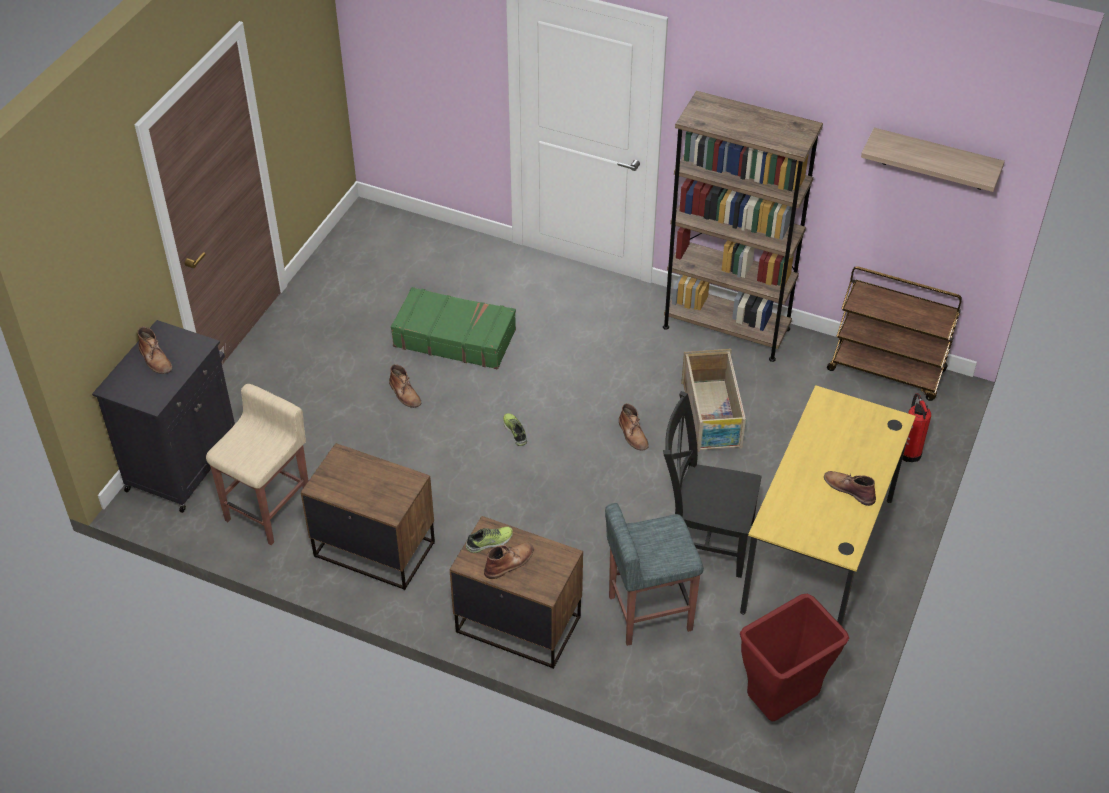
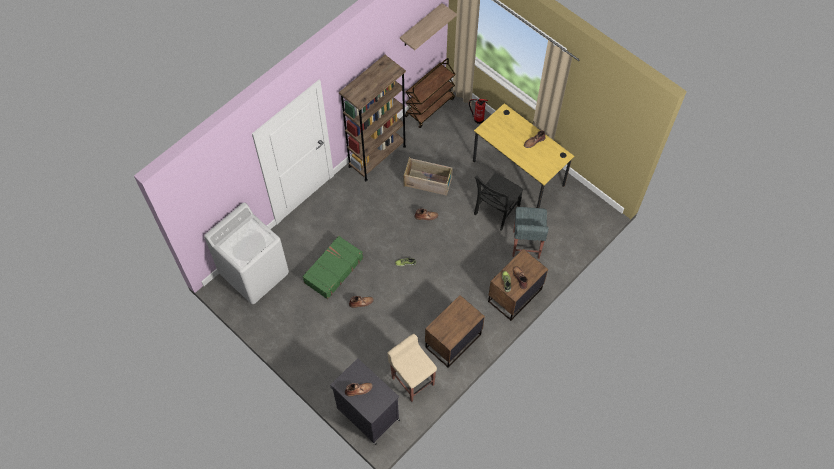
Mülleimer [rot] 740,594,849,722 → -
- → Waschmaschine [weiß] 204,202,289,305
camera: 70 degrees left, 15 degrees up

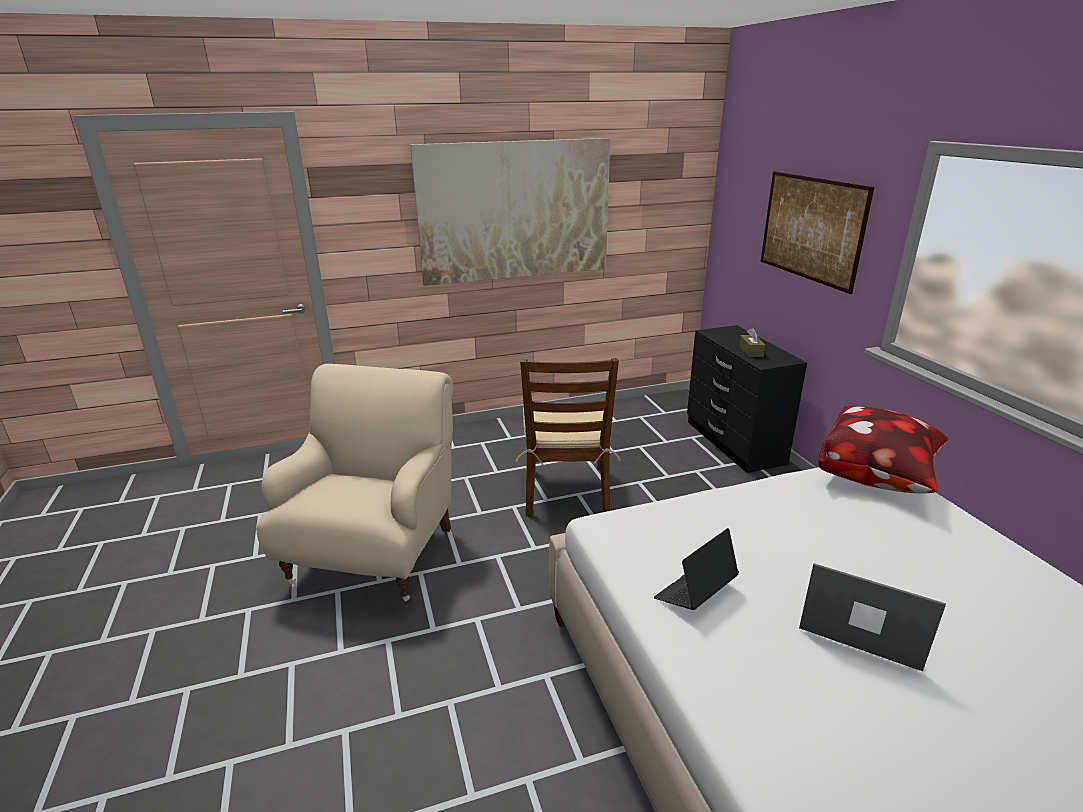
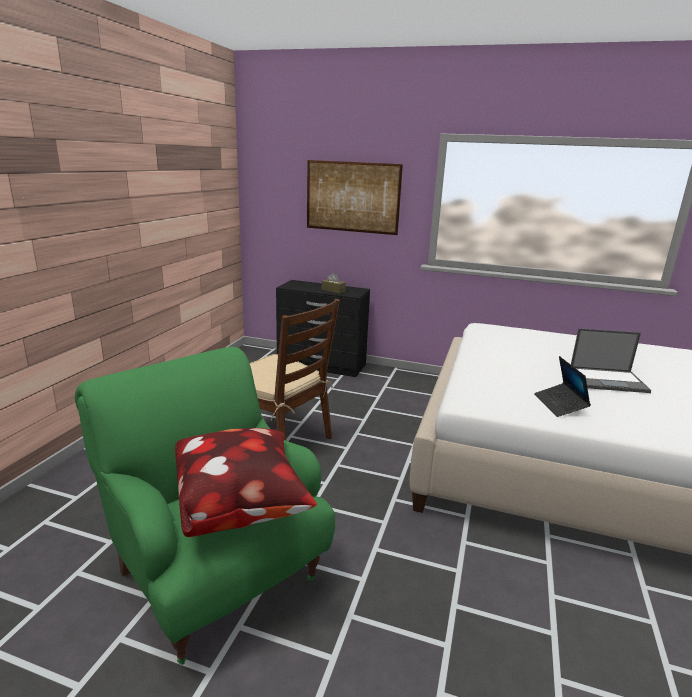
Sessel [beige] 256,364,453,601 → Sessel [grün] 75,347,335,665
Bild 410,138,610,286 → -
Laptop 799,563,946,671 → Laptop 571,328,651,393, 150 degrees counterclockwise
Kissen 818,405,949,493 → Kissen 175,428,317,537, move
camera: 55 degrees left, 5 degrees down

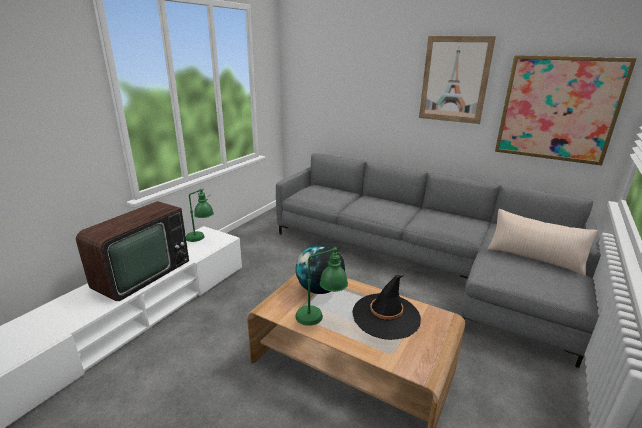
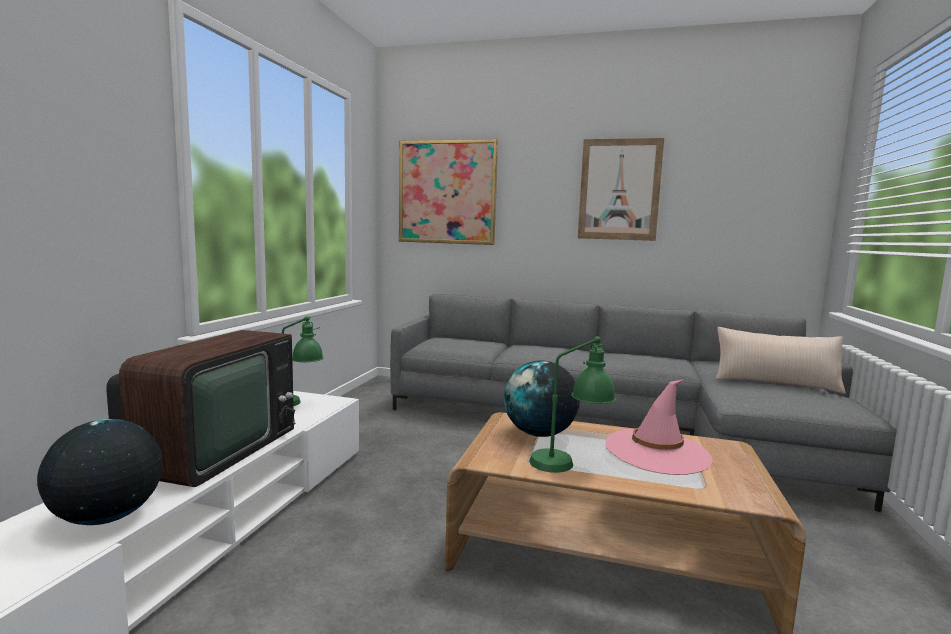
Hut [schwarz] 352,275,421,340 → Hut [rosa] 605,380,713,475
Bild 495,55,637,166 → Bild 399,139,498,245, move
- → Globus 37,419,162,525
camera: 15 degrees left, 15 degrees down

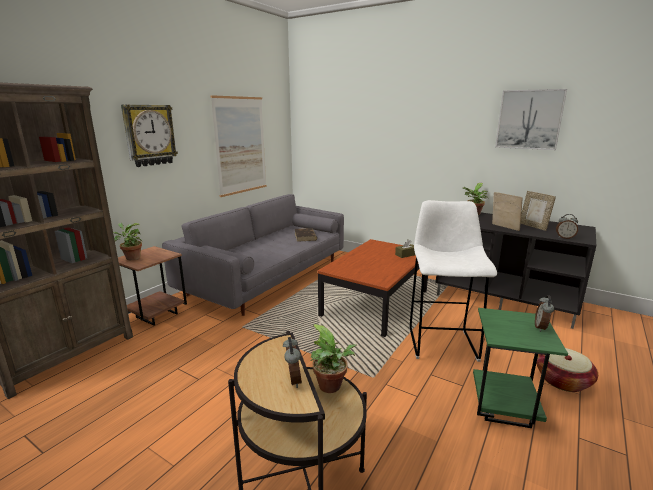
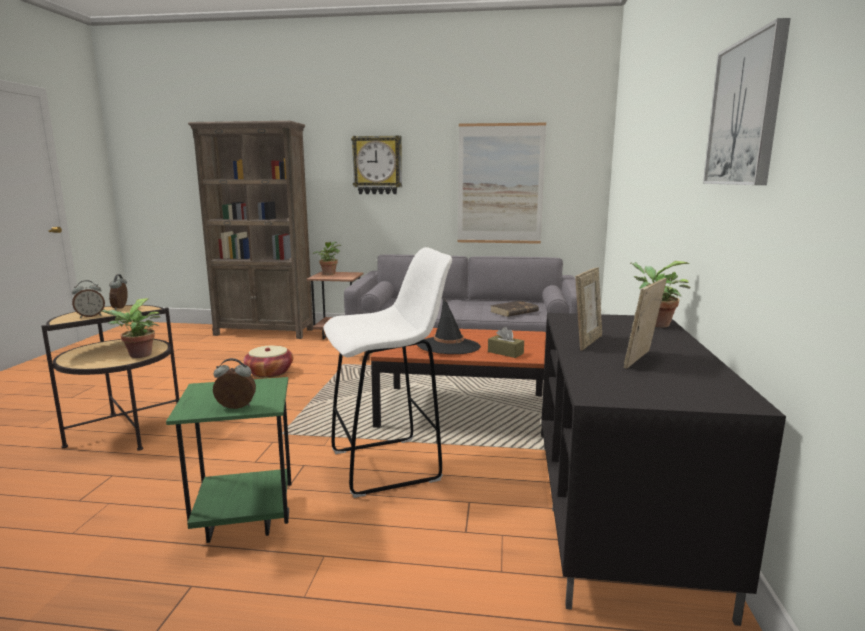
Korb 536,348,598,392 → Korb 243,346,293,378, move
Wecker 556,214,578,239 → Wecker 109,274,128,310, move
- → Hut [schwarz] 417,298,481,354
camera: 65 degrees right, 5 degrees down

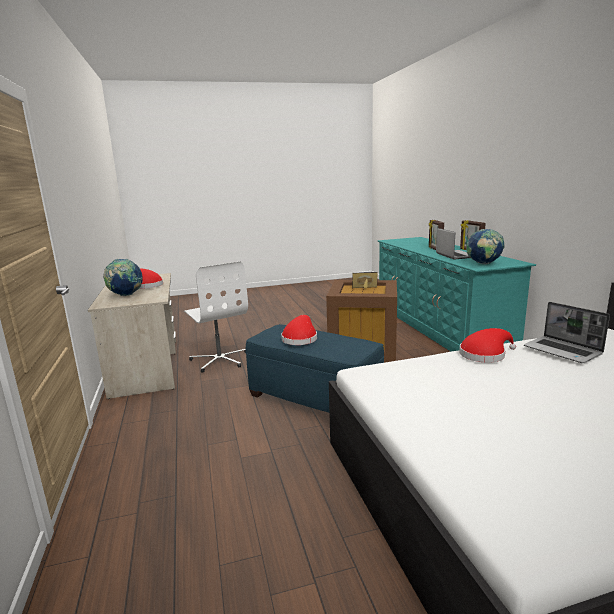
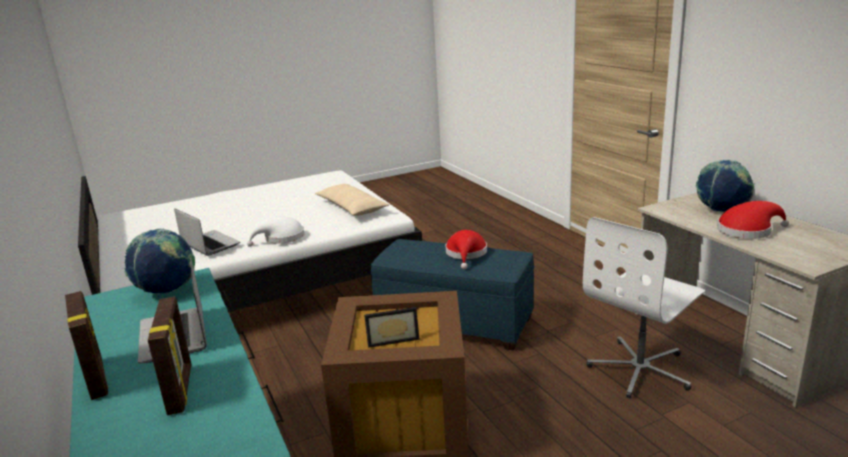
Bürostuhl [weiß] 184,261,248,373 → Bürostuhl [weiß] 583,217,705,398, 90 degrees counterclockwise
Hut [rot] 459,328,516,363 → Hut [weiß] 247,216,304,247
- → Kissen [beige] 315,184,389,216
camera: 170 degrees right, 5 degrees up

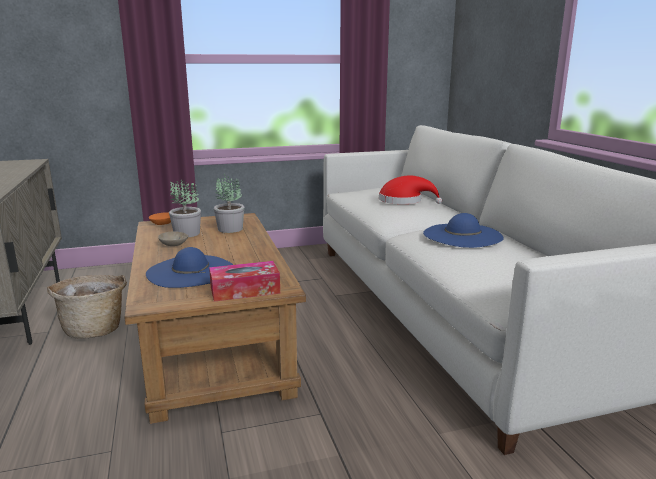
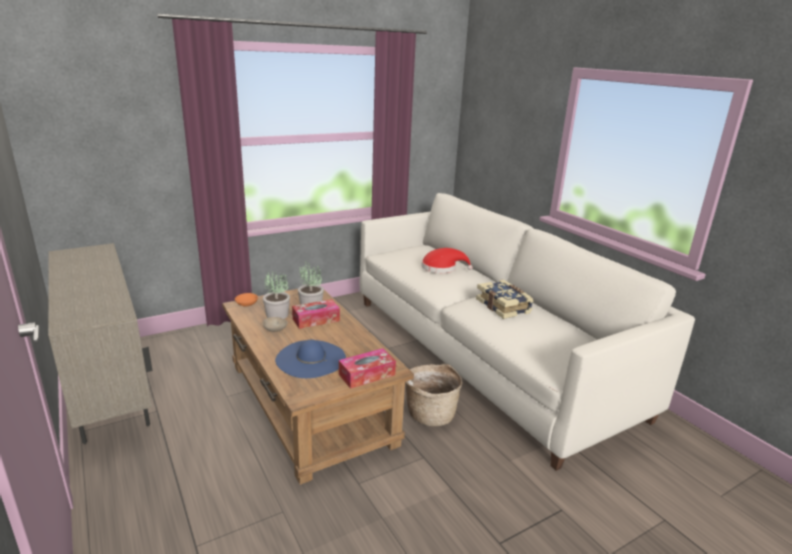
Korb 47,275,127,339 → Korb 405,364,462,427, move
Hut [blau] 423,213,504,248 → Buch 476,280,534,319
- → Taschentuchbox 292,299,340,329
camera: 15 degrees left, 5 degrees up

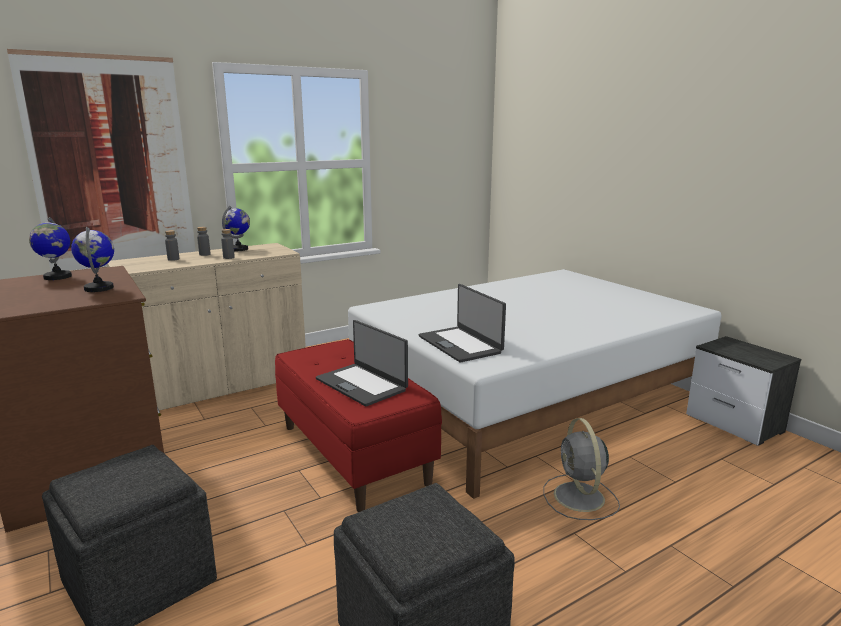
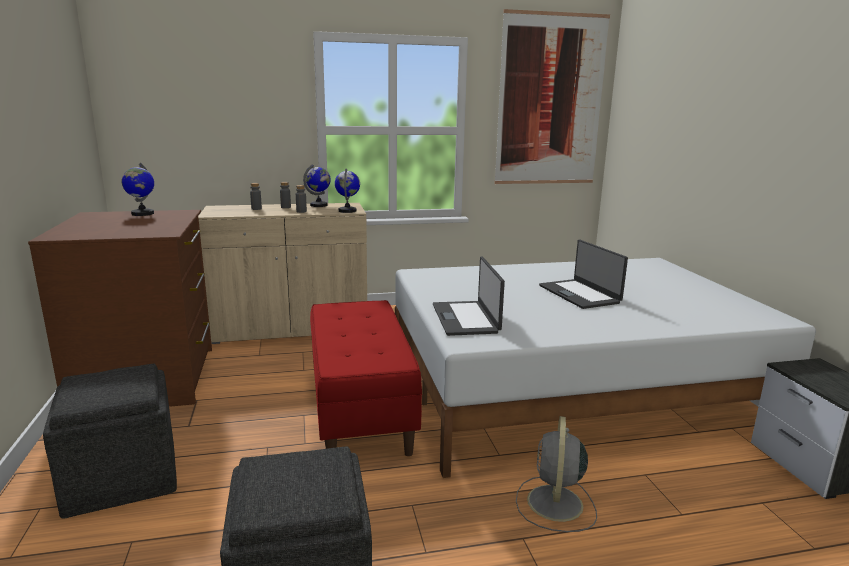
Bild 7,49,196,271 → Bild 494,9,610,184, move
Globus 71,227,114,292 → Globus 335,168,360,213, move
Laptop 316,320,408,406 → Laptop 539,240,628,309, move
camera: 20 degrees right, 0 degrees up

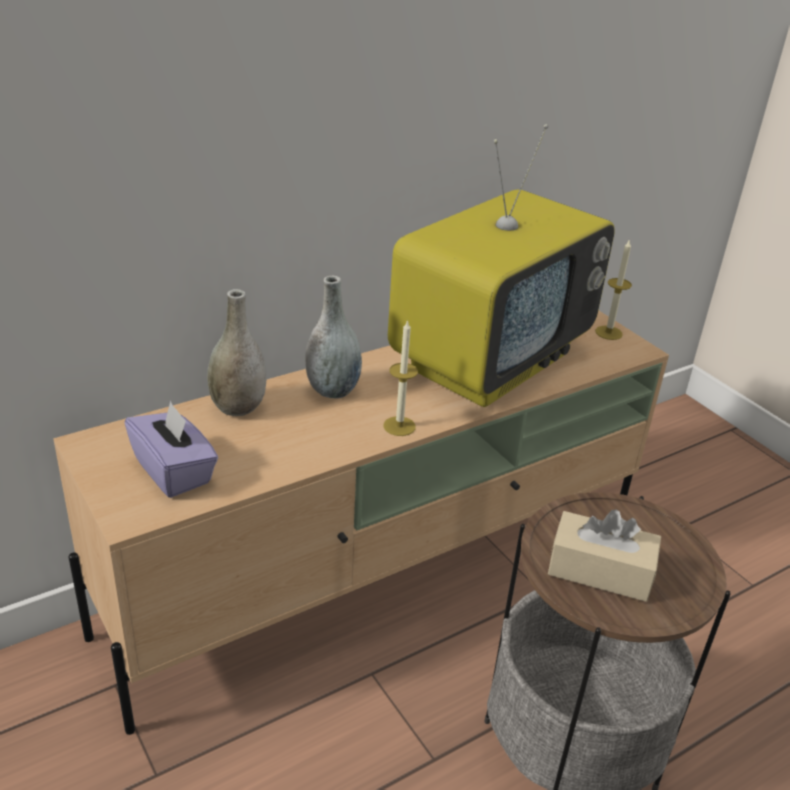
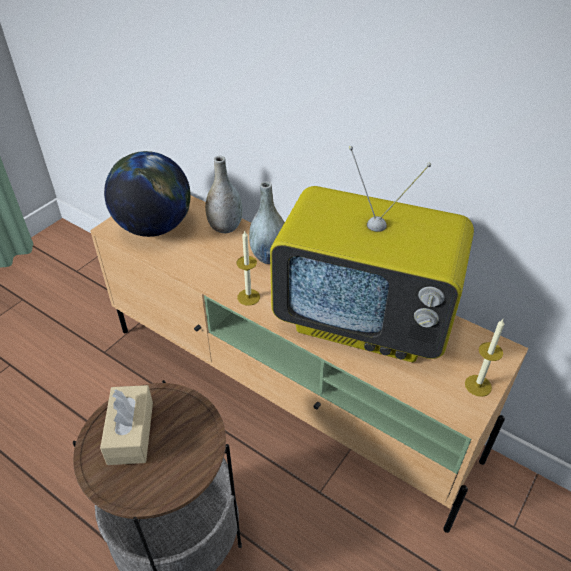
Taschentuchbox [lila] 125,401,218,498 → Globus 104,151,191,237
camera: 70 degrees right, 10 degrees up

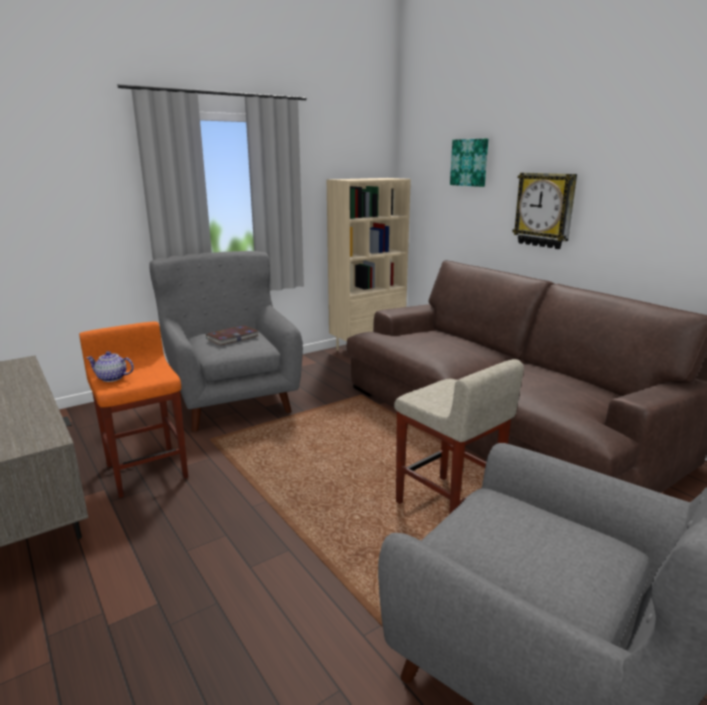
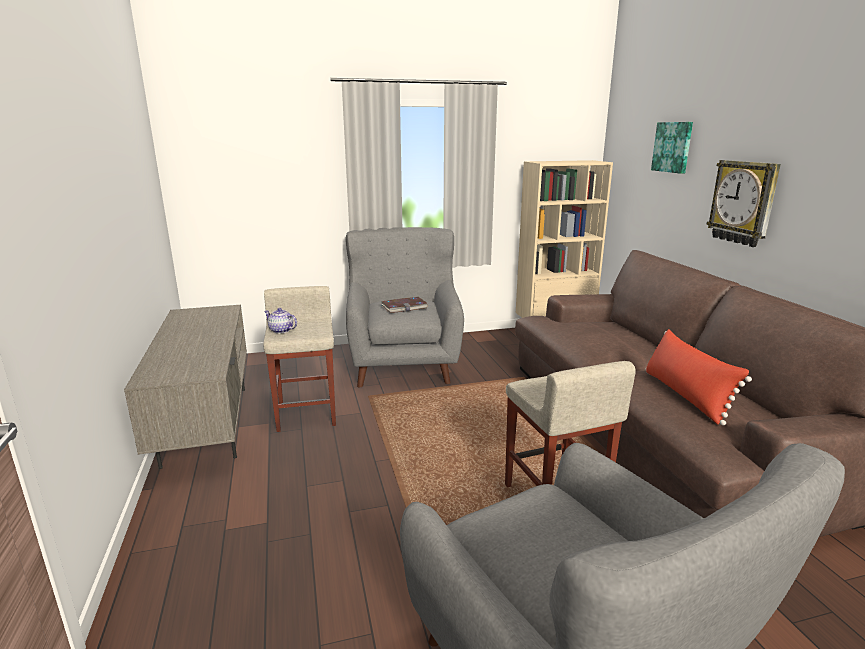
Hocker [orange] 79,322,188,498 → Hocker [beige] 263,286,336,432
- → Kissen [rot] 646,329,752,425
camera: 20 degrees right, 0 degrees up

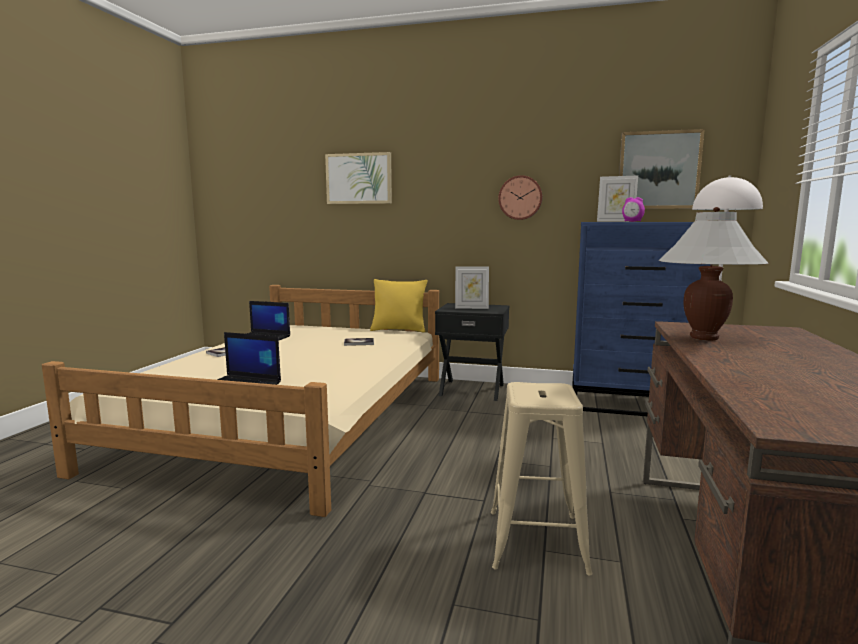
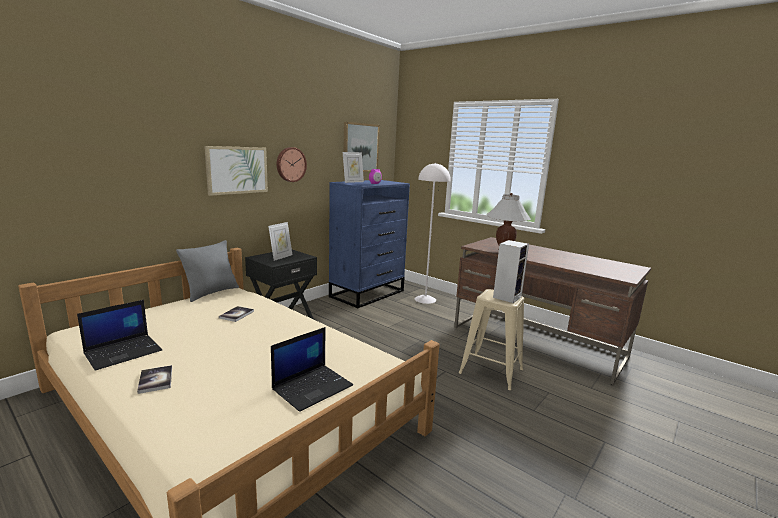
Bild 325,152,392,204 → Bild 204,146,268,196, move
Kissen [gelb] 370,279,427,332 → Kissen [grau] 176,240,239,302
- → Lautsprecher 493,240,529,303
camera: 65 degrees left, 5 degrees up

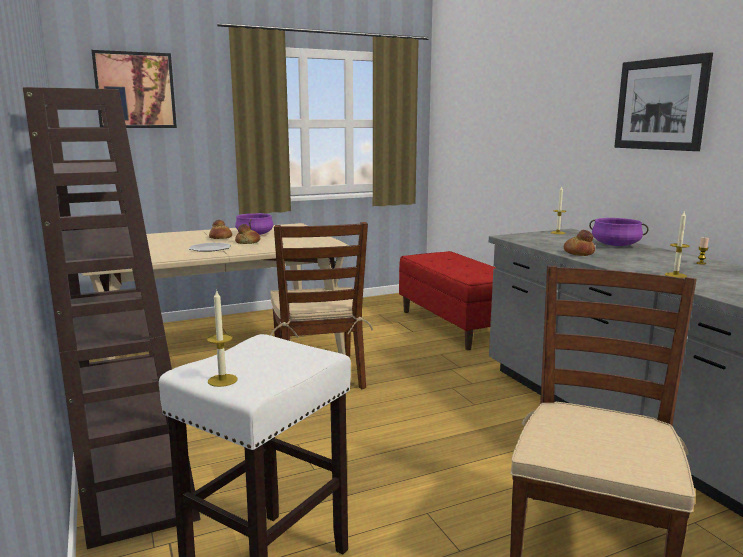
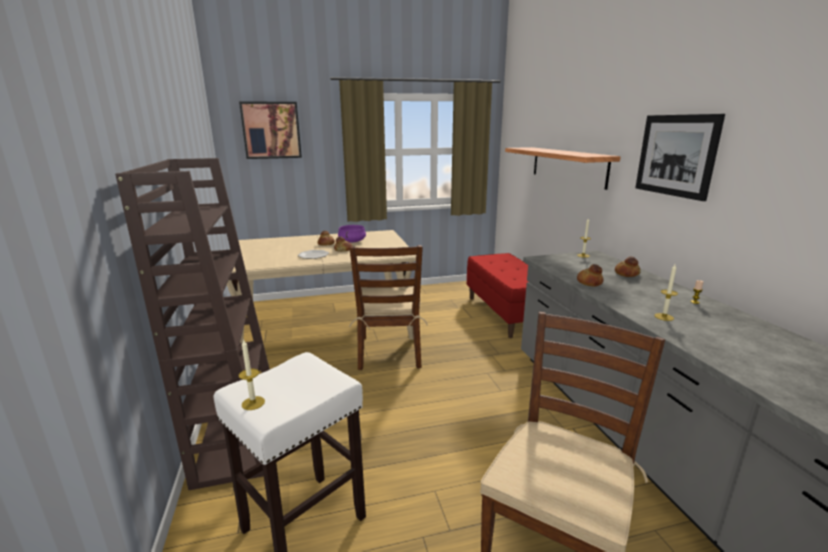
Kochtopf [lila] 589,218,649,246 → Brot 615,256,641,277
- → Wandregal 505,147,621,190
camera: 10 degrees right, 5 degrees up

